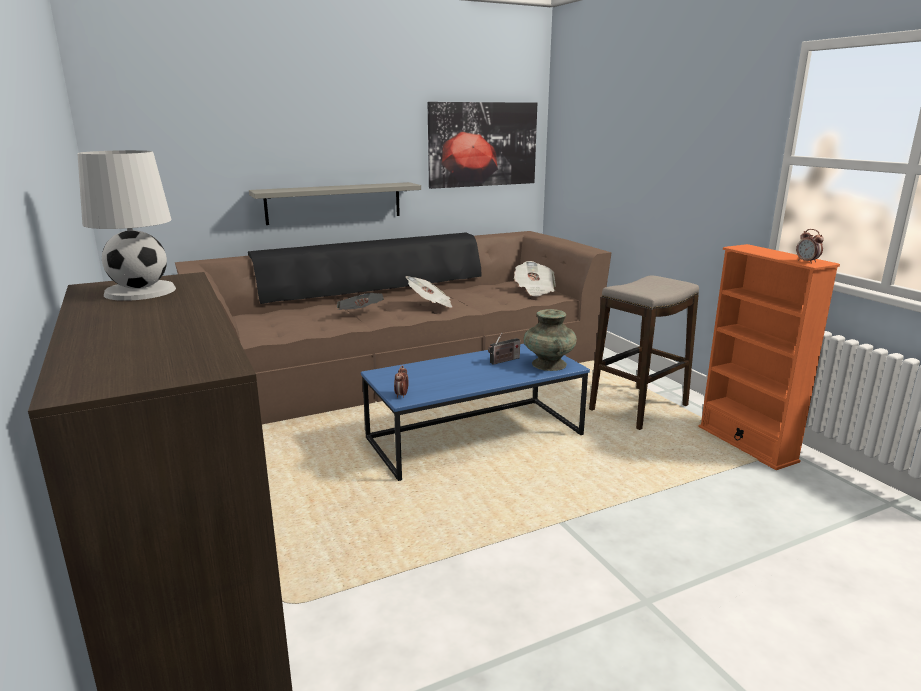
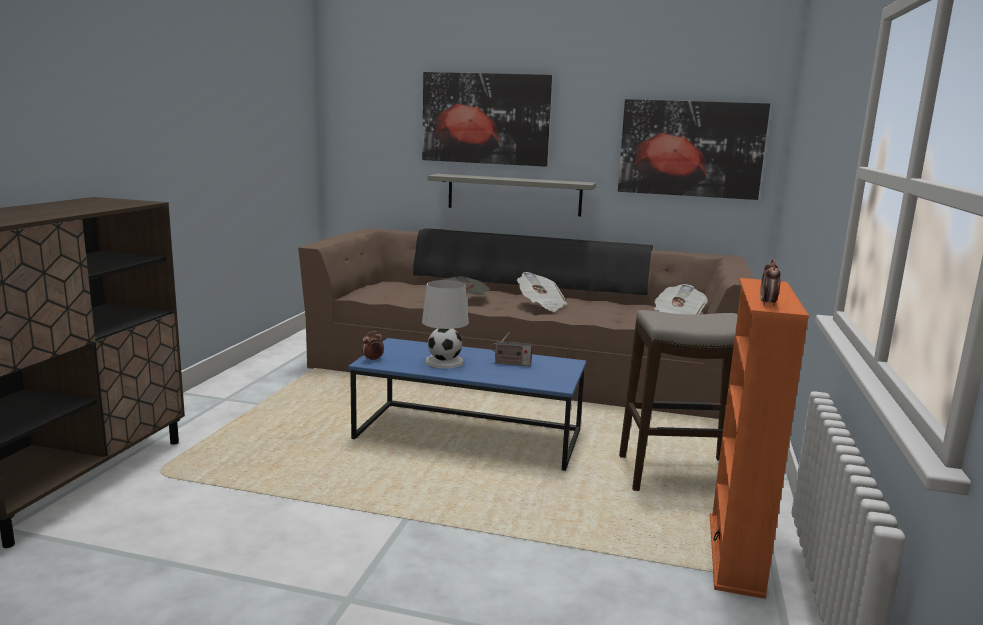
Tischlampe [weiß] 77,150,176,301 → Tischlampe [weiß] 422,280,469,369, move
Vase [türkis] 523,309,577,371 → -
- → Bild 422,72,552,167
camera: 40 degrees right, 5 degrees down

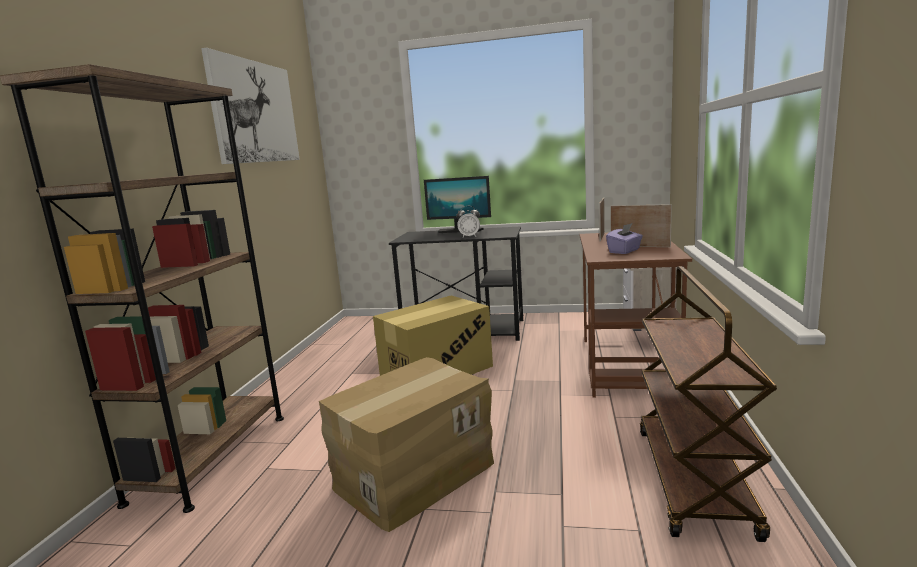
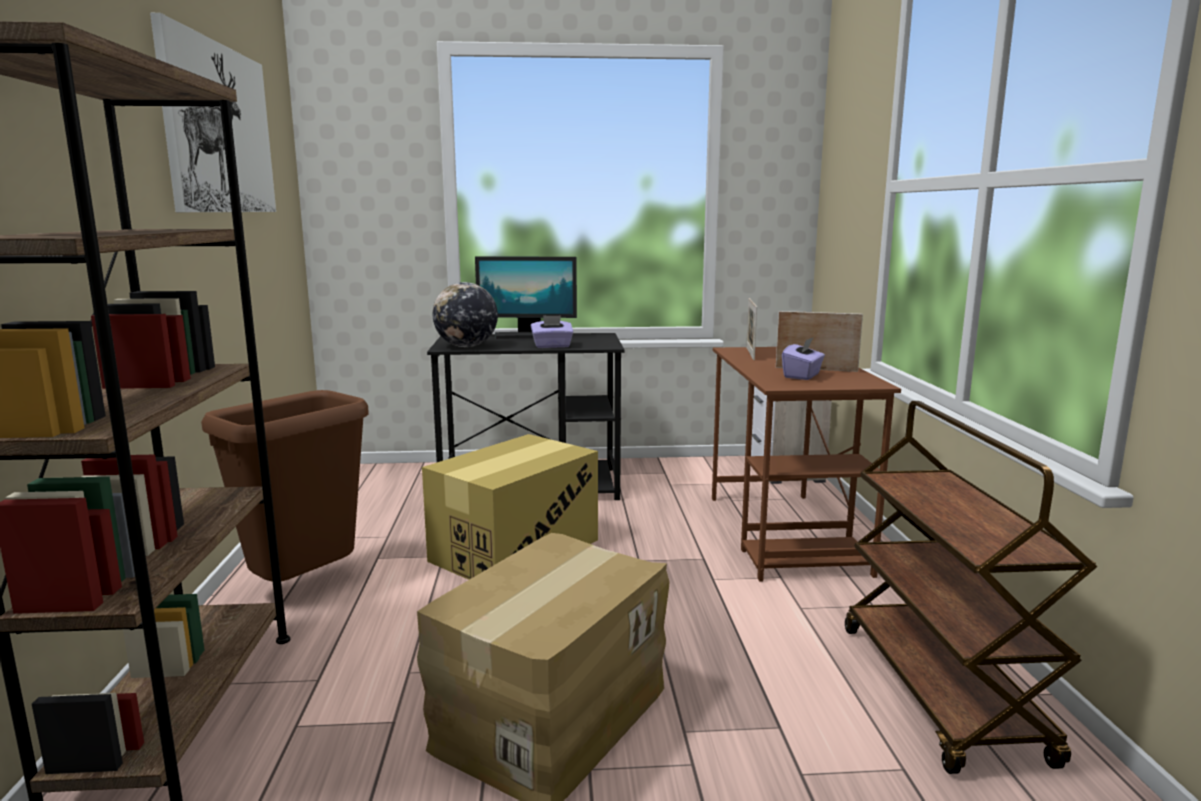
Wecker 456,206,480,237 → Taschentuchbox [lila] 531,315,573,348
- → Mülleimer [braun] 201,390,369,582
- → Globus 433,282,498,347
camera: 15 degrees left, 0 degrees up

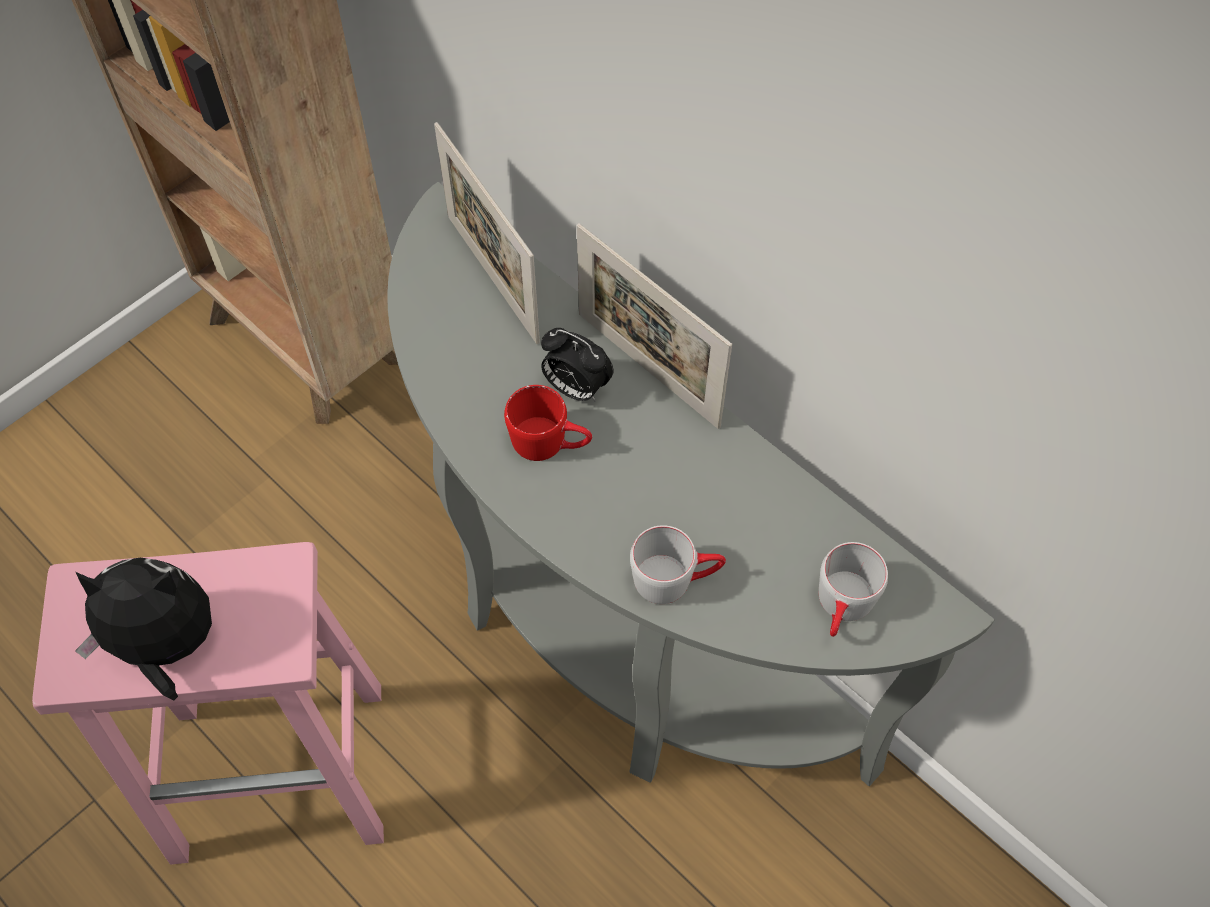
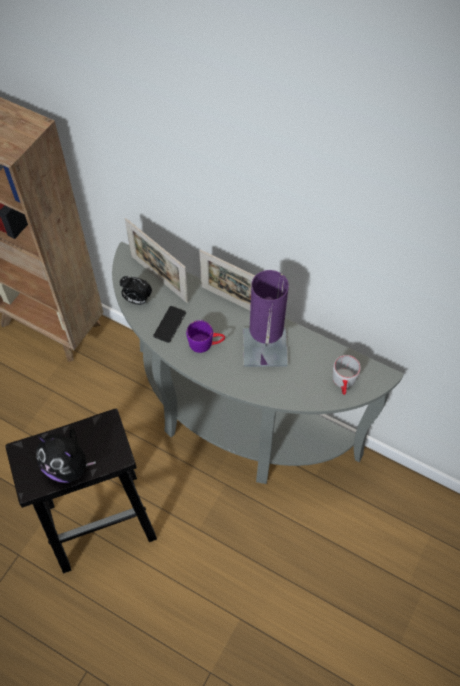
Hocker [rosa] 32,542,384,865 → Hocker [schwarz] 5,409,157,573
Plüschtier 75,558,212,700 → Plüschtier 36,429,96,482, 135 degrees counterclockwise
Henkelbecher [rot] 504,385,592,461 → Henkelbecher [lila] 186,320,225,353
Wecker 541,328,614,402 → Wecker 120,276,152,305, move
Henkelbecher [grau] 630,525,726,604 → -
- → Handy 153,306,186,343
- → Tischlampe [lila] 243,270,289,367
camera: 15 degrees left, 0 degrees up

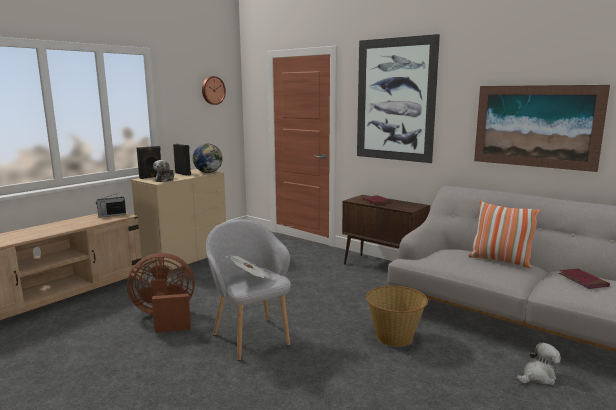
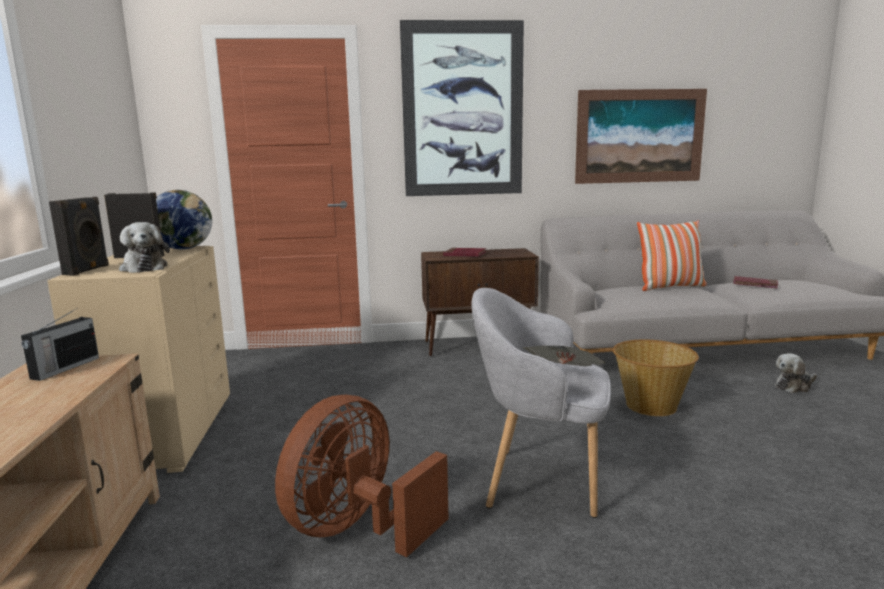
Wanduhr 202,76,226,105 → -
Plüschtier 517,343,561,385 → Plüschtier 775,353,817,393, 135 degrees counterclockwise
camera: 45 degrees left, 0 degrees up

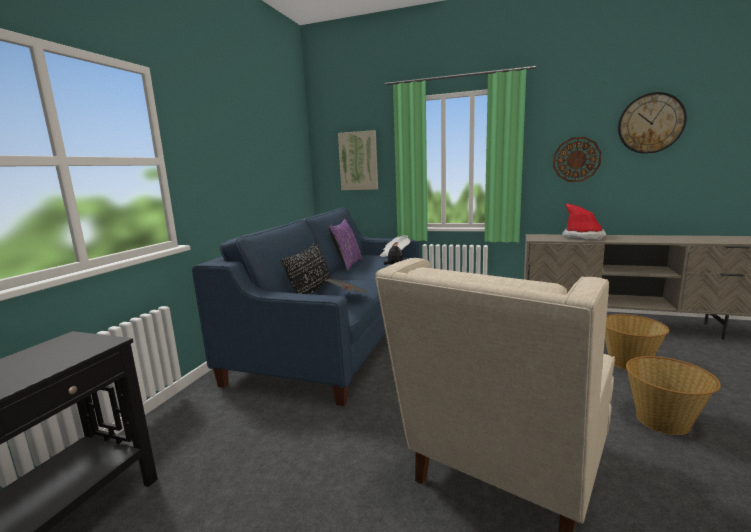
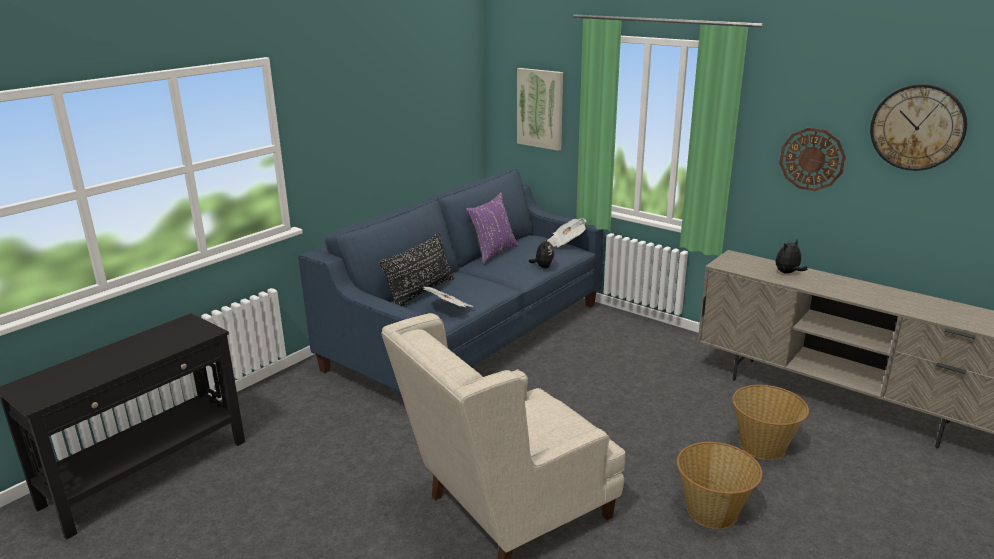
Hut 562,203,606,240 → Plüschtier 776,240,807,274
camera: 20 degrees right, 10 degrees up

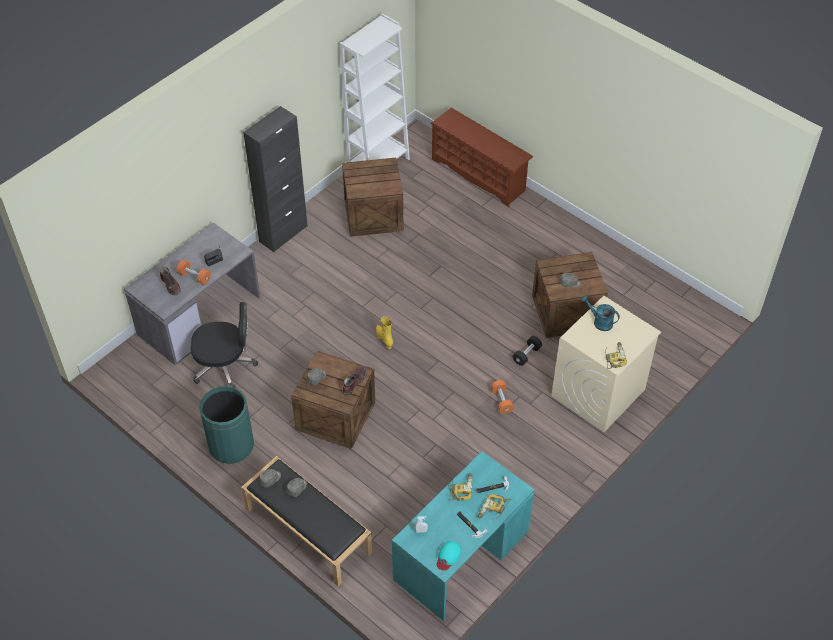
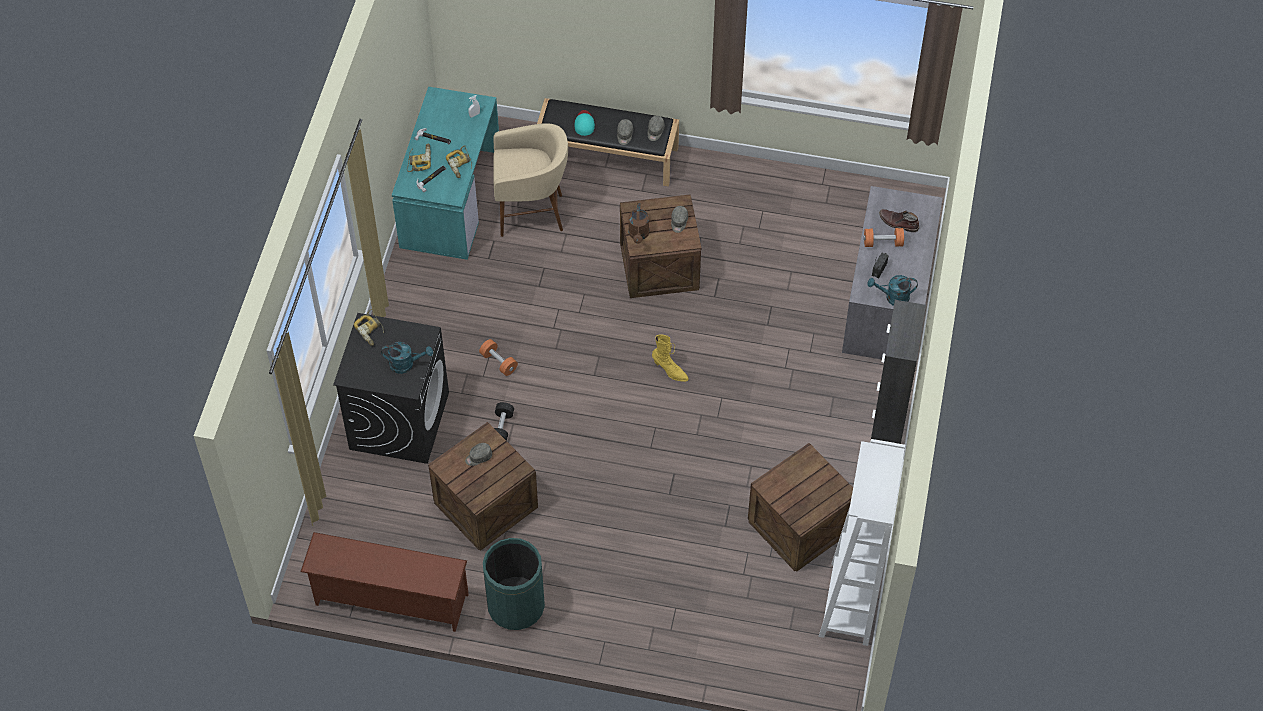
Bürostuhl [schwarz] 191,302,258,388 → -
Mülleimer [grün] 199,386,254,464 → Mülleimer [grün] 483,538,545,630, move
Stiefel [braun] 342,367,367,396 → Gießkanne [braun] 628,203,649,244
Schuhregal [braun] 431,108,533,207 → Schuhregal [braun] 301,532,469,632, move
Kappe [türkis] 437,541,461,570 → Kappe [türkis] 574,110,595,136, move
Waschmaschine [beige] 551,296,661,432 → Waschmaschine [schwarz] 333,313,449,464
- → Hocker [beige] 493,123,568,237
- → Gießkanne [türkis] 867,275,918,306
camera: 150 degrees right, 5 degrees up

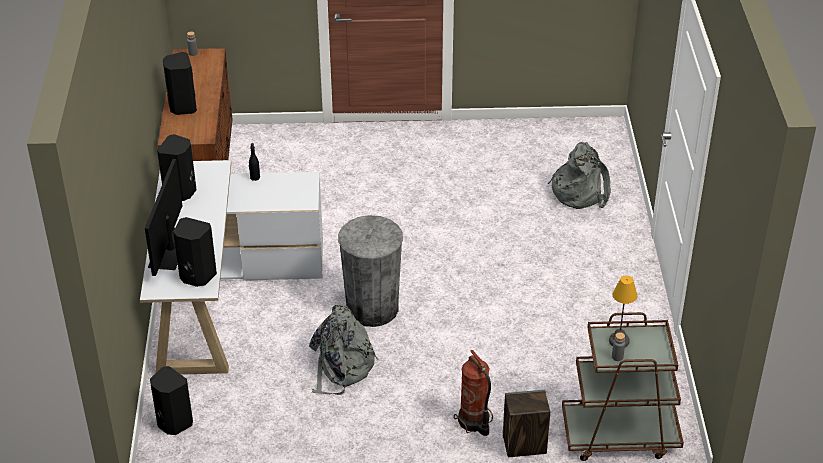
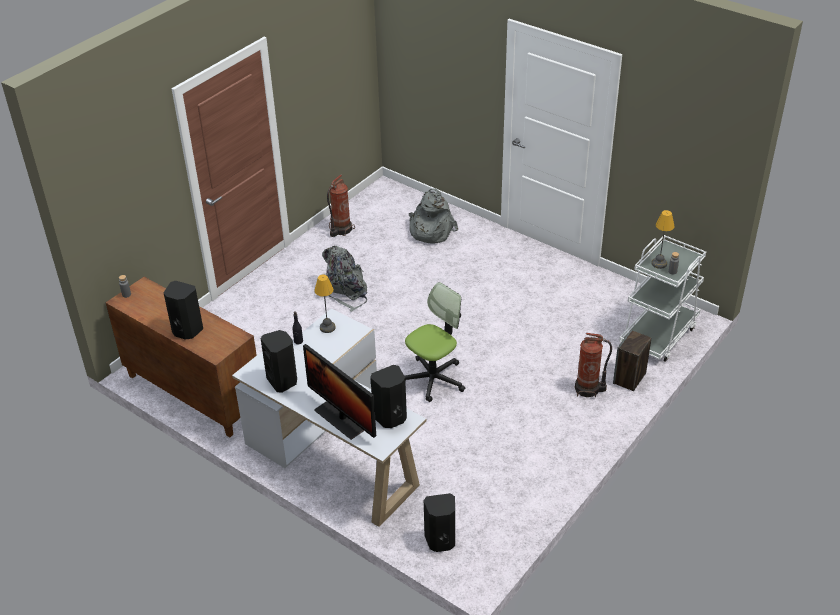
Rucksack [grau] 309,305,379,395 → Rucksack [grau] 322,246,367,312, move
Mülleimer [grau] 338,215,403,327 → Bürostuhl 405,282,465,402
Rollwagen [braun] 562,312,684,461 → Rollwagen [weiß] 619,235,706,362
- → Tischlampe 314,275,336,333
- → Feuerlöscher 327,175,355,237
camera: 50 degrees left, 0 degrees up

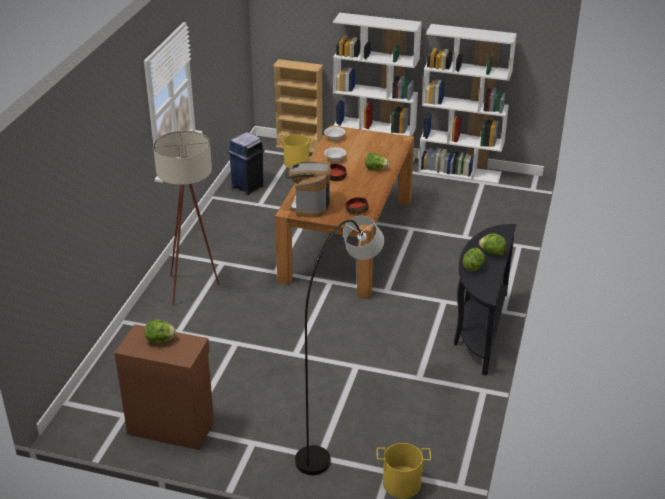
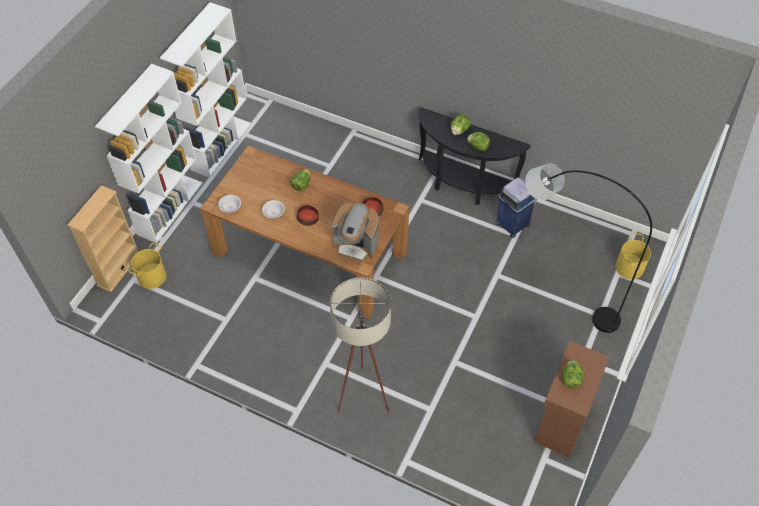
Mülleimer [blau] 228,132,265,195 → Mülleimer [blau] 496,177,537,238, move
camera: 80 degrees left, 20 degrees up

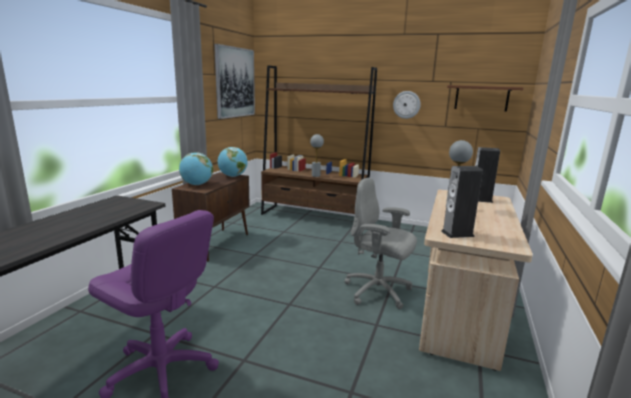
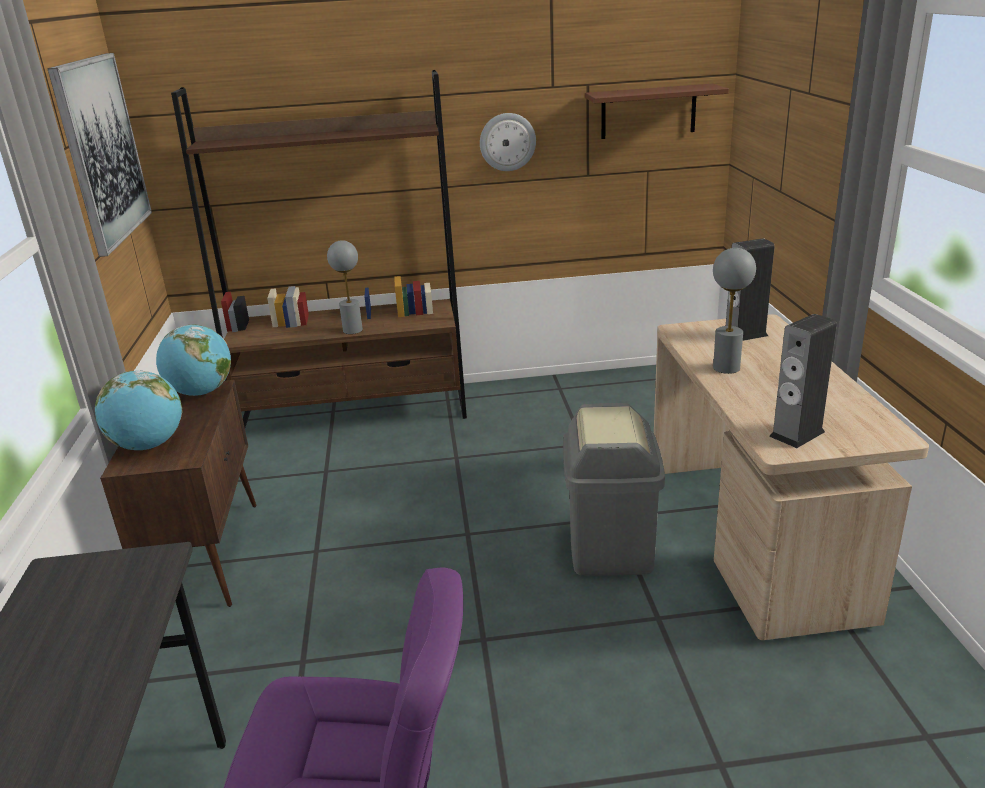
Bürostuhl [grau] 344,178,417,309 → Mülleimer [grau] 563,403,665,576
camera: 25 degrees left, 10 degrees up

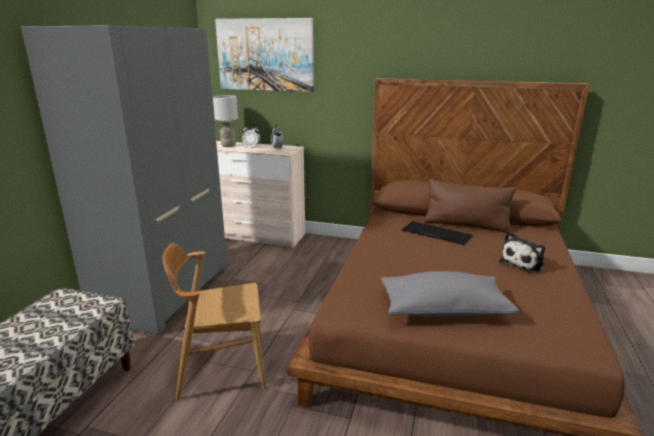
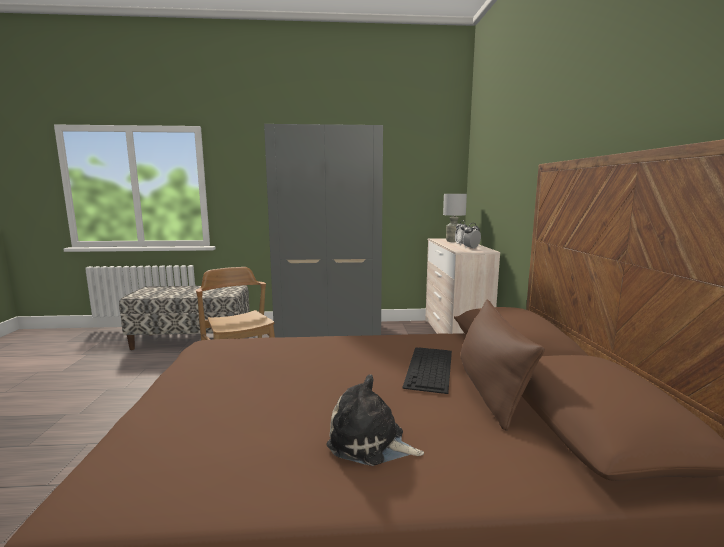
Bild 215,18,314,92 → -
Kissen [grau] 381,271,519,317 → -
camera: 70 degrees right, 10 degrees down

